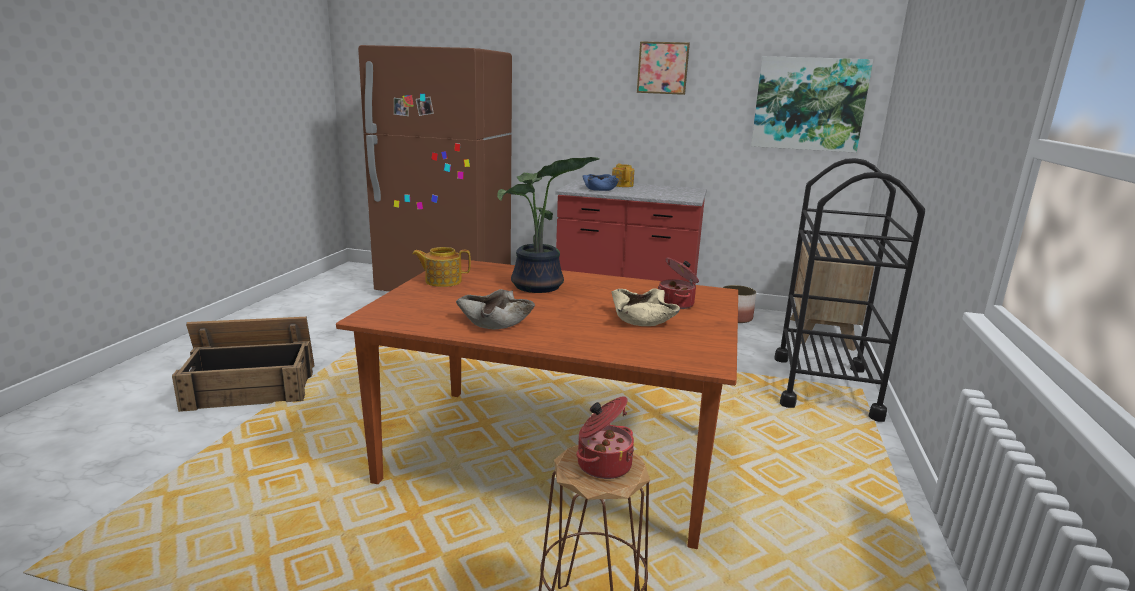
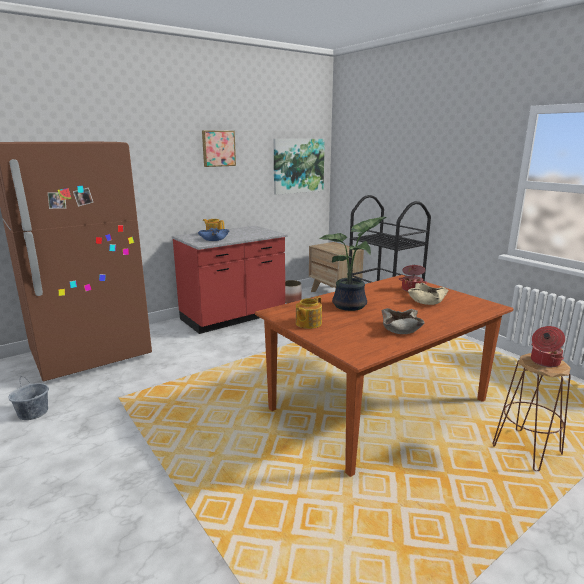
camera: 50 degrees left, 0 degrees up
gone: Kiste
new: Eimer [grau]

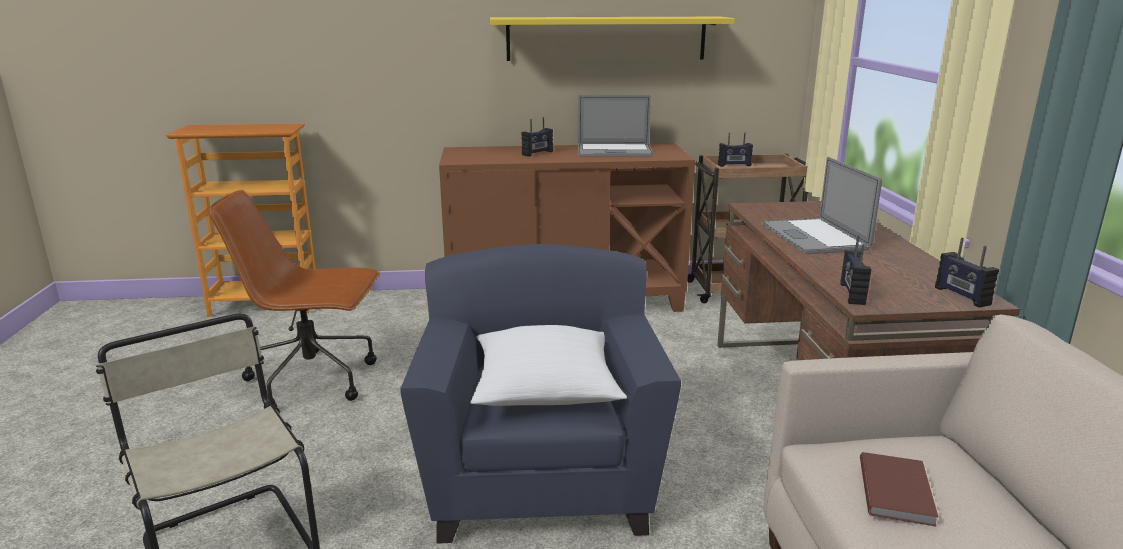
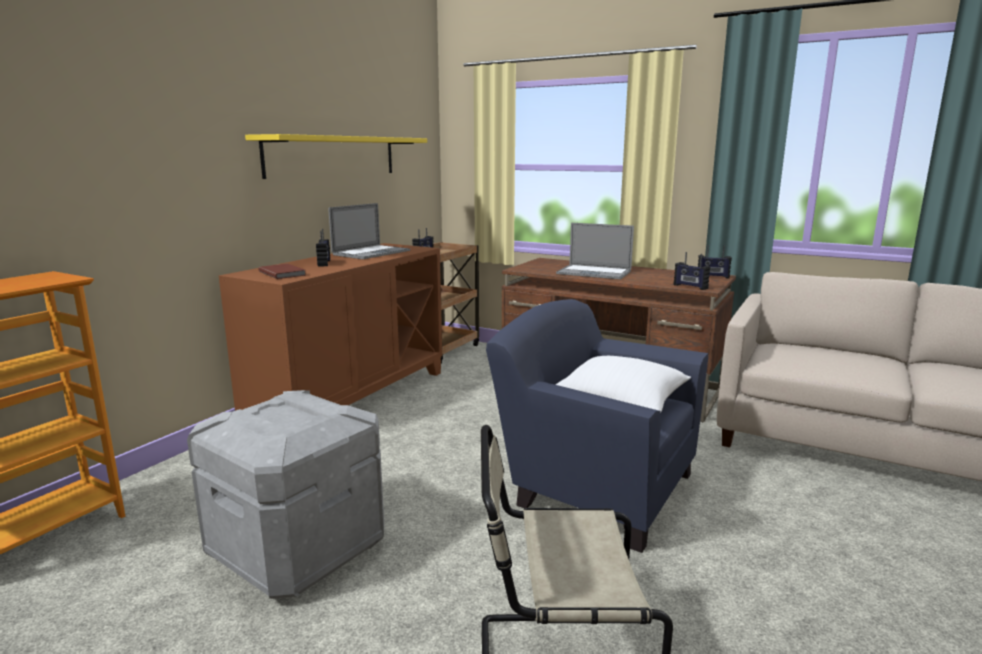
camera: 55 degrees left, 5 degrees down
shifted: Buch [braun]
swapped: Bürostuhl [braun] to Aufbewahrungsbox [grau]

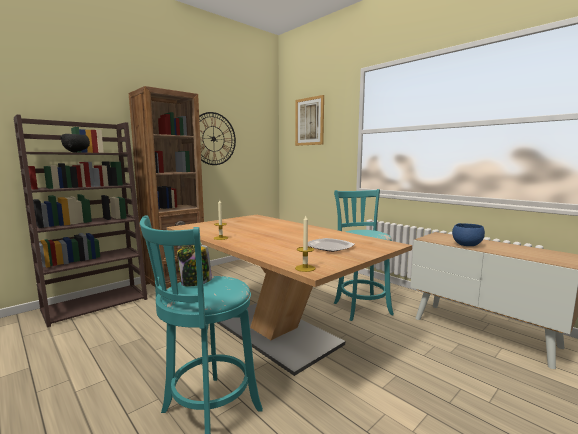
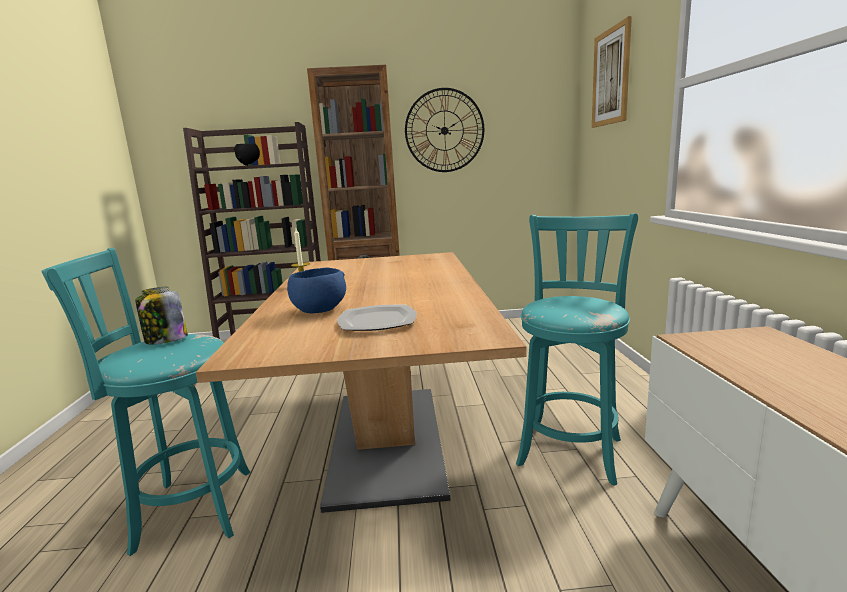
camera: 40 degrees right, 5 degrees up
gone: Kerze (no. 2 from left)
shifted: Schüssel [blau]

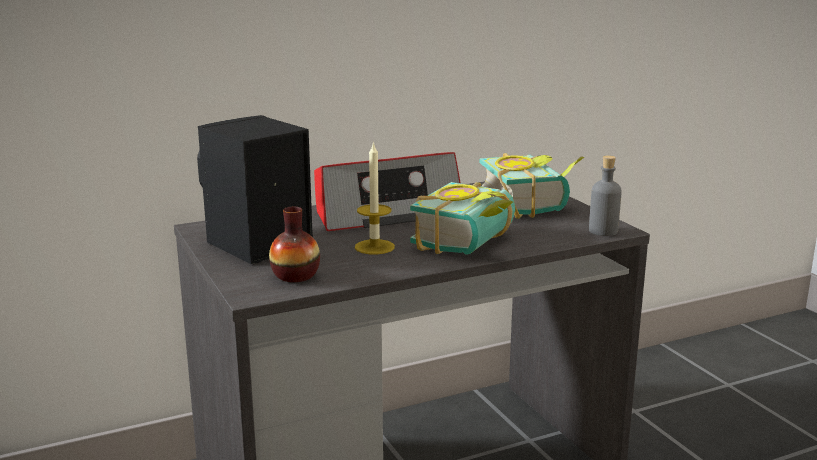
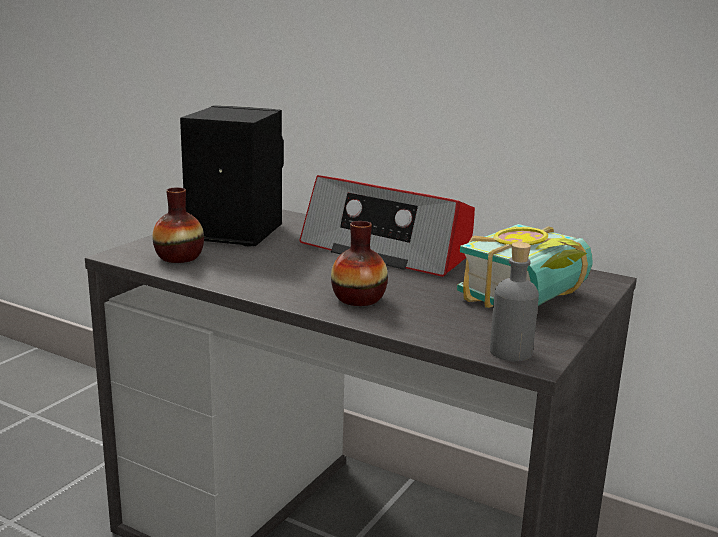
camera: 55 degrees right, 0 degrees up
gone: Kerze
swapped: Buch (no. 1 from left) to Vase (no. 2 from left)

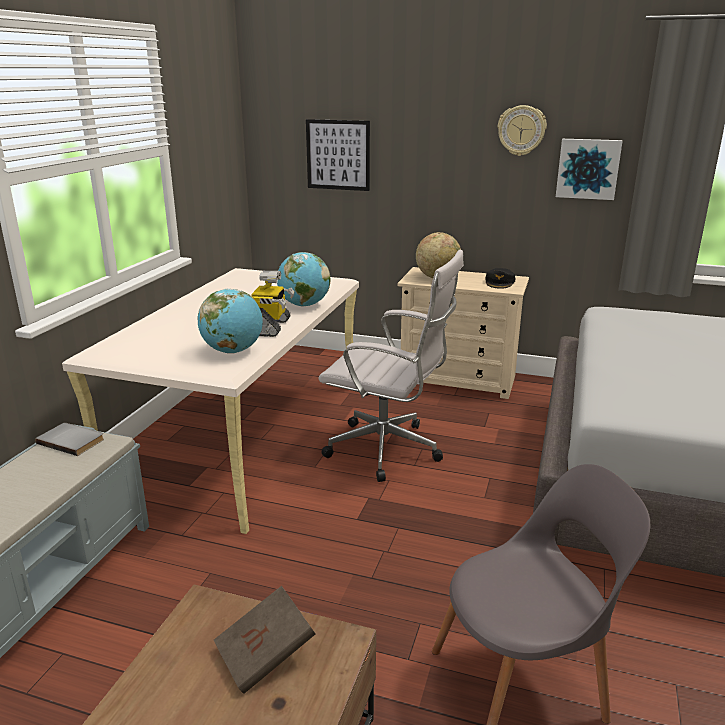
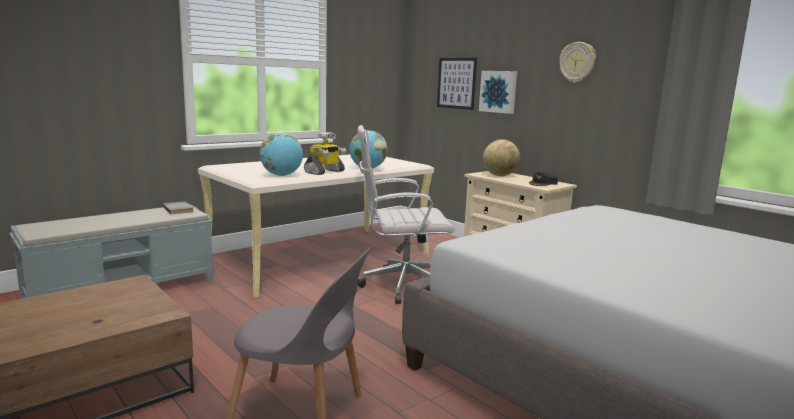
camera: 30 degrees right, 10 degrees down
gone: Buch [braun]
shifted: Bild (no. 2 from left)
rotated: Bürostuhl [weiß] 120 degrees clockwise

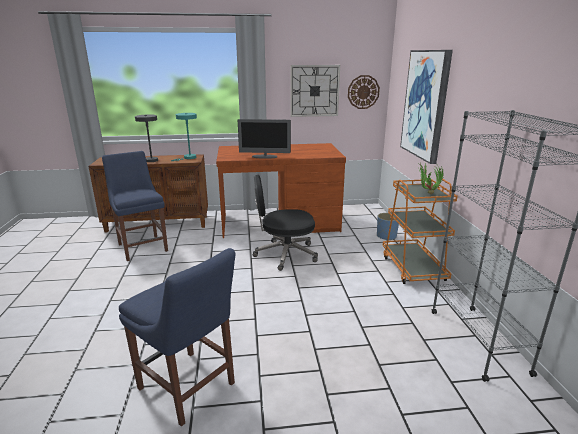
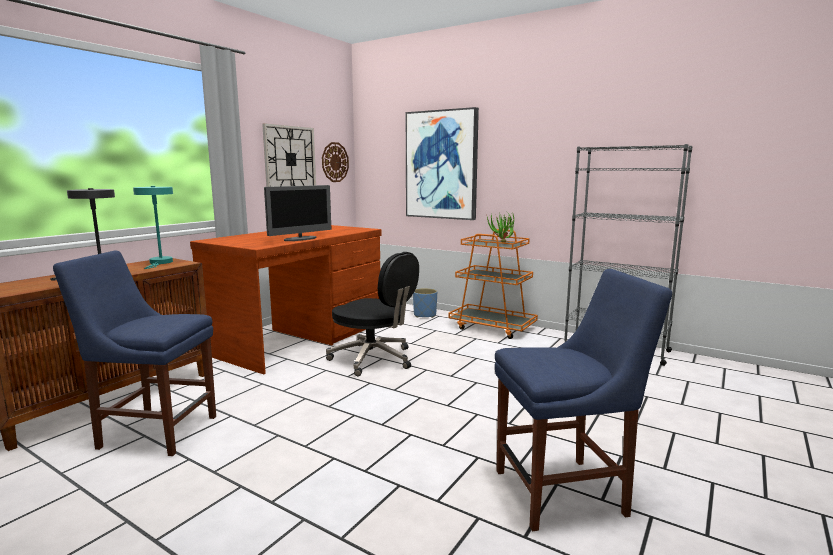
camera: 50 degrees left, 10 degrees down
rotated: Bürostuhl [schwarz] 90 degrees counterclockwise

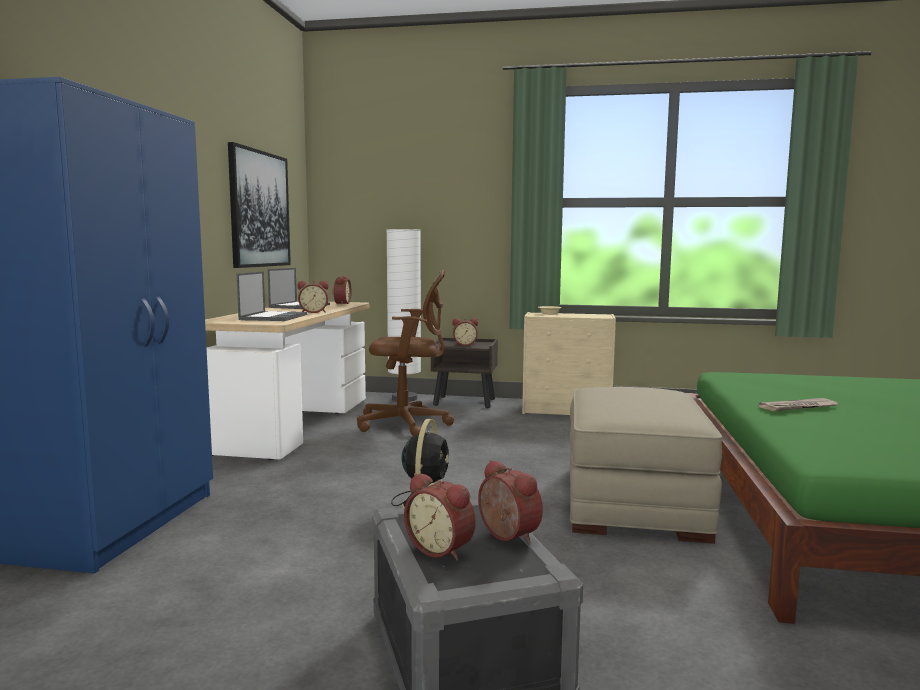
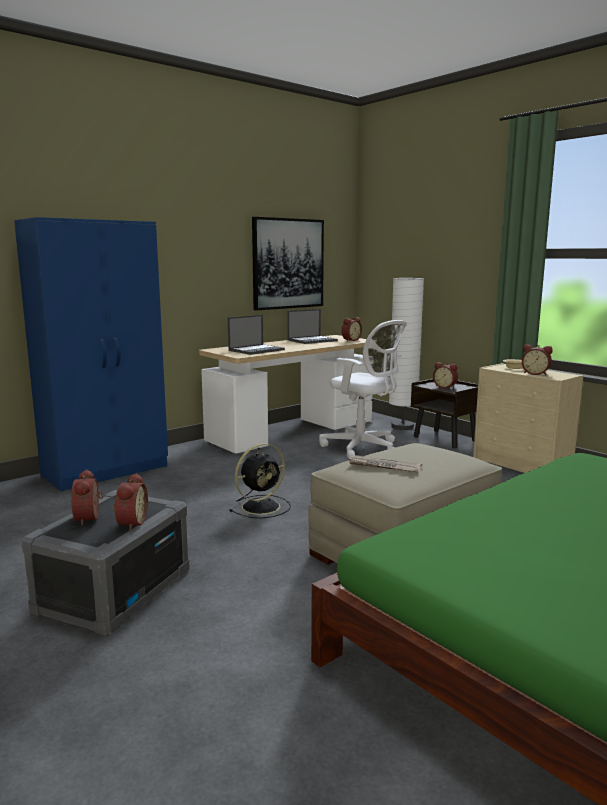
camera: 40 degrees right, 5 degrees up
shifted: Wecker (no. 1 from left in the first image) to Wecker (no. 5 from left); Zeitung
repainted: Bürostuhl [braun] to Bürostuhl [weiß]

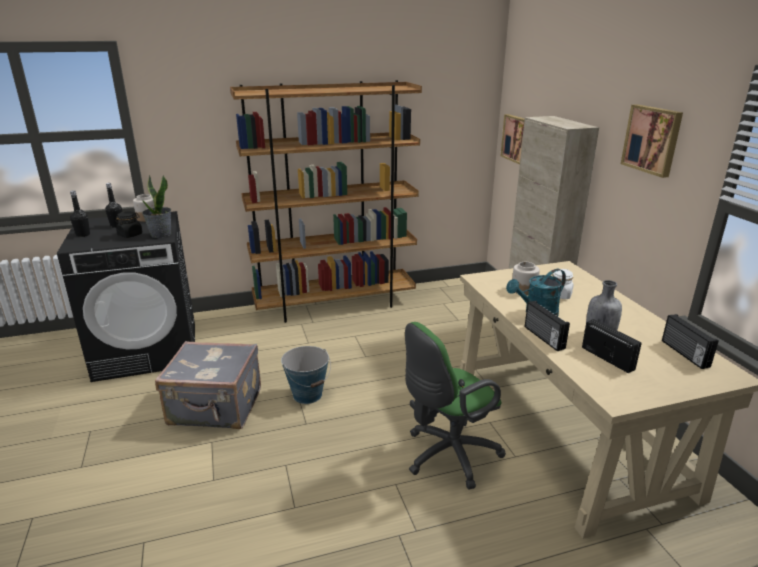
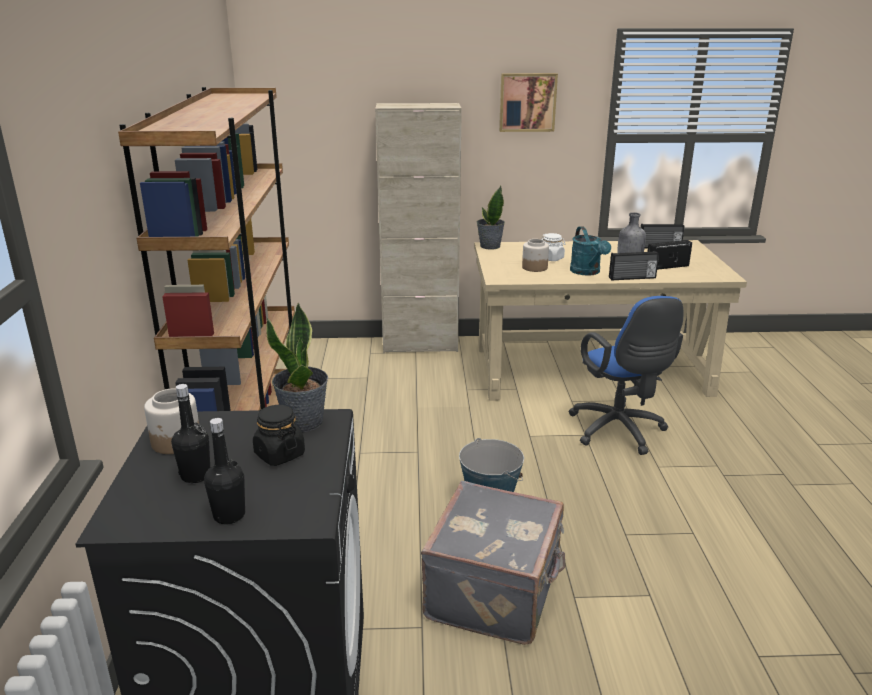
camera: 75 degrees left, 0 degrees up
gone: Bild (no. 1 from left)
new: Topfpflanze (no. 2 from left)
repainted: Bürostuhl [grün] to Bürostuhl [blau]

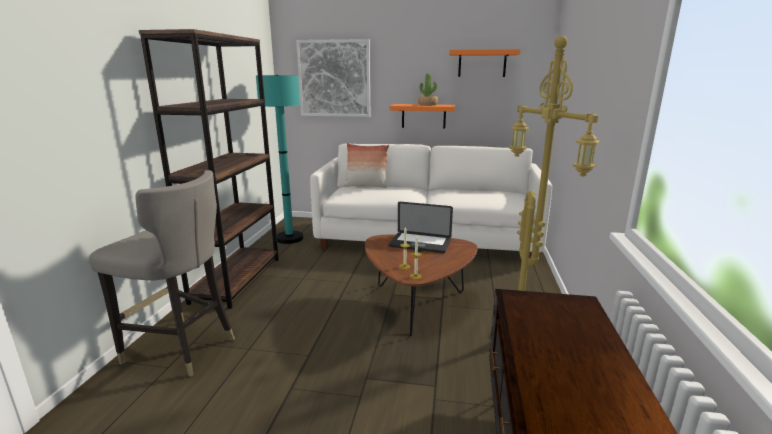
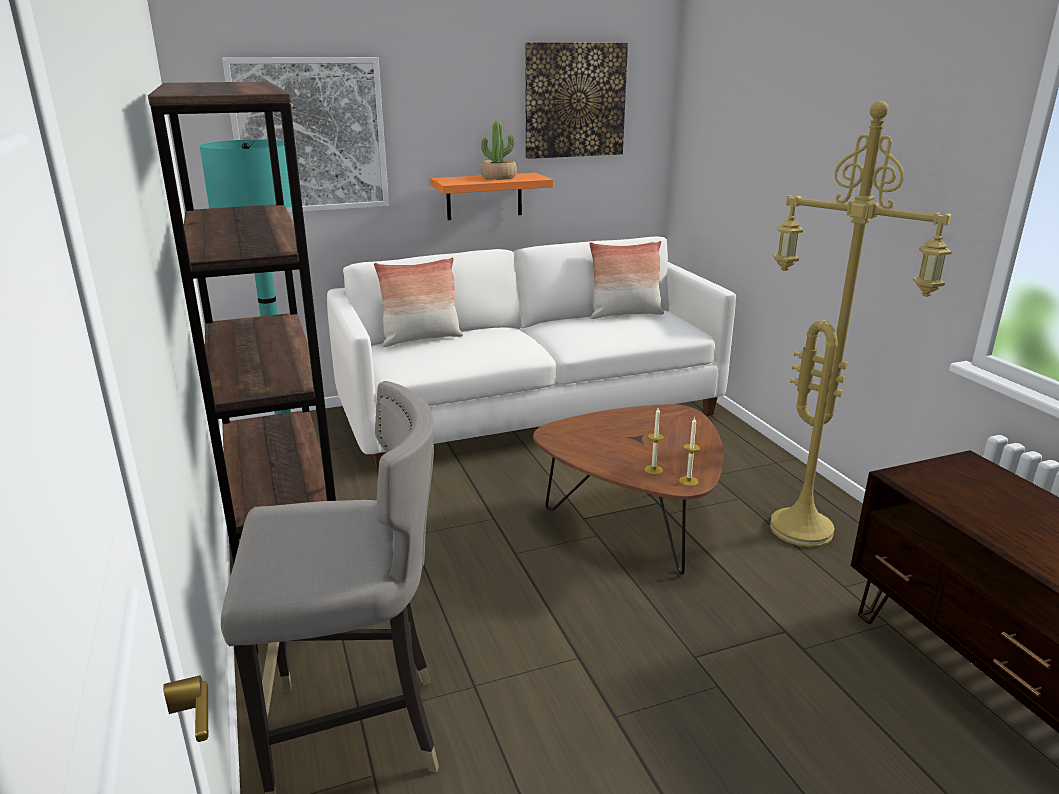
camera: 30 degrees left, 5 degrees up
gone: Laptop
new: Kissen (no. 2 from left)
swapped: Wandregal [orange] (no. 2 from left) to Bild (no. 2 from left)

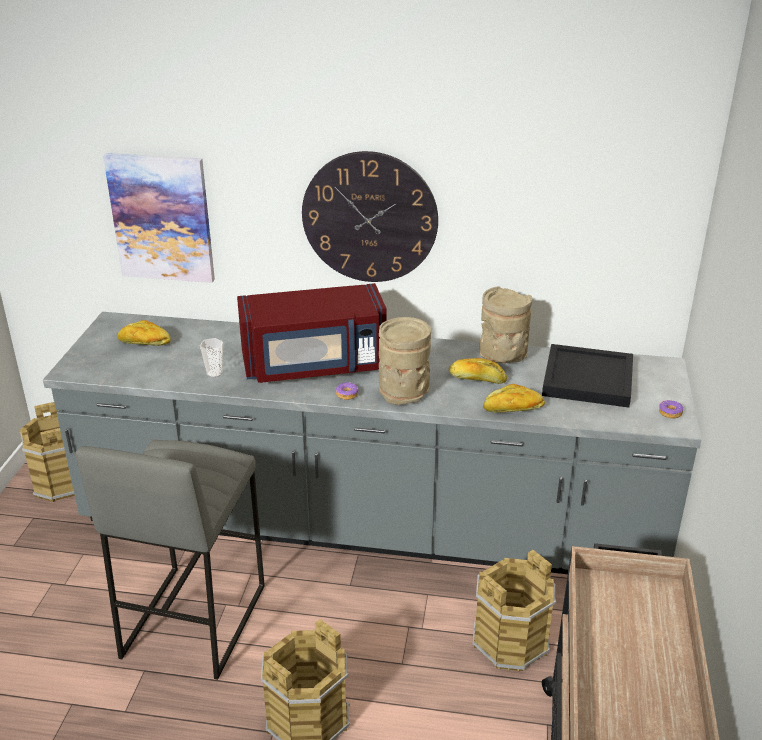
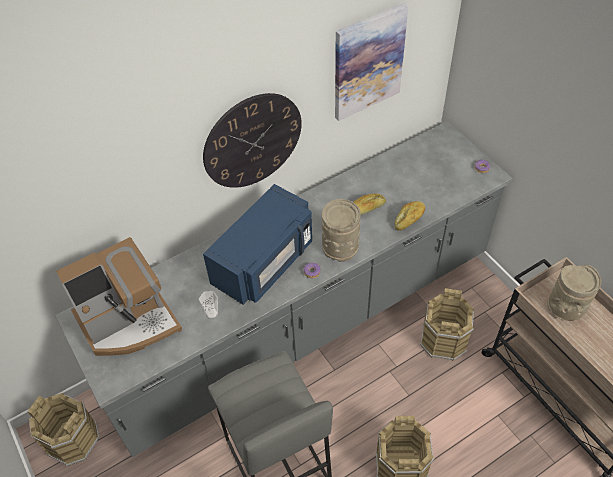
camera: 40 degrees left, 20 degrees up
gone: Tablett [schwarz]
shifted: Bild; Vase [beige] (no. 2 from left)
swapped: Brot (no. 1 from left) to Kaffeemaschine
repainted: Mikrowelle [rot] to Mikrowelle [blau]

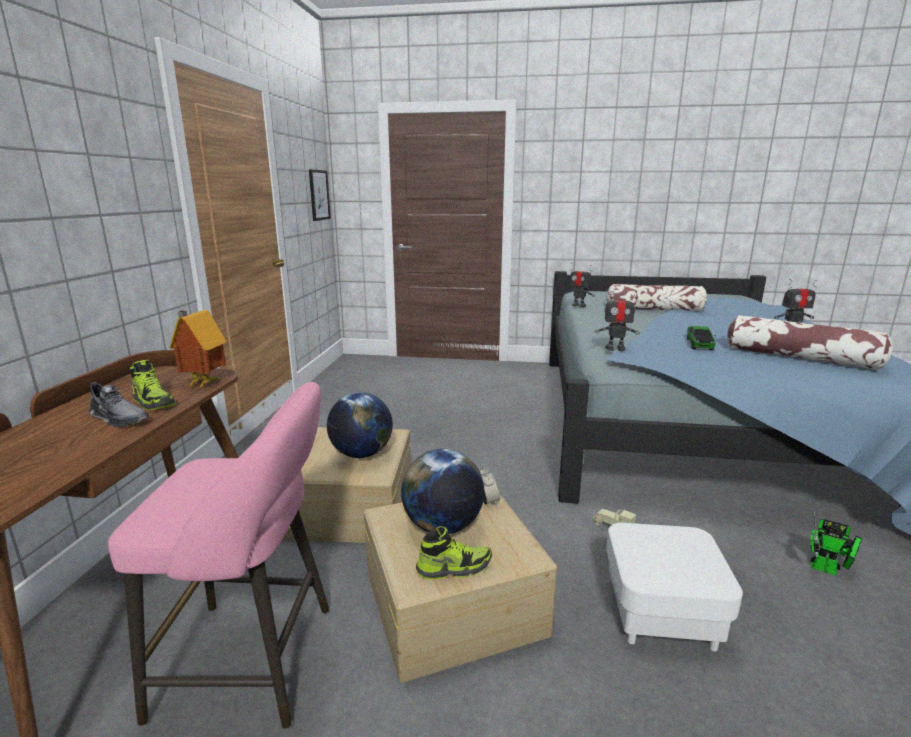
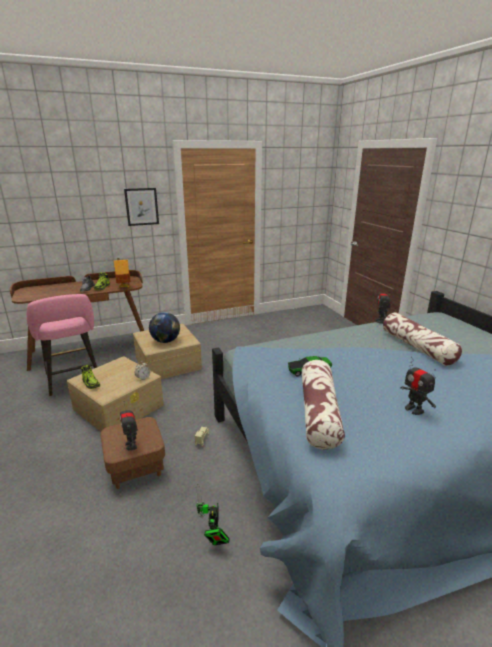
camera: 60 degrees right, 5 degrees up
gone: Globus (no. 2 from left)
shifted: Bild; Spielzeugroboter (no. 2 from left in the first image) to Spielzeugroboter (no. 1 from left)
repainted: Polsterhocker [weiß] to Polsterhocker [braun]

